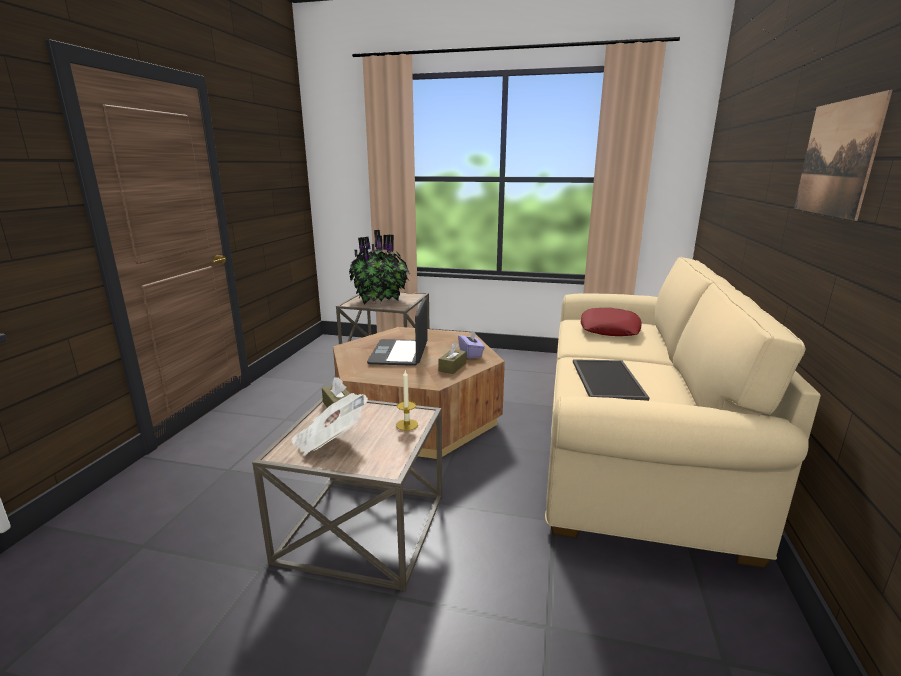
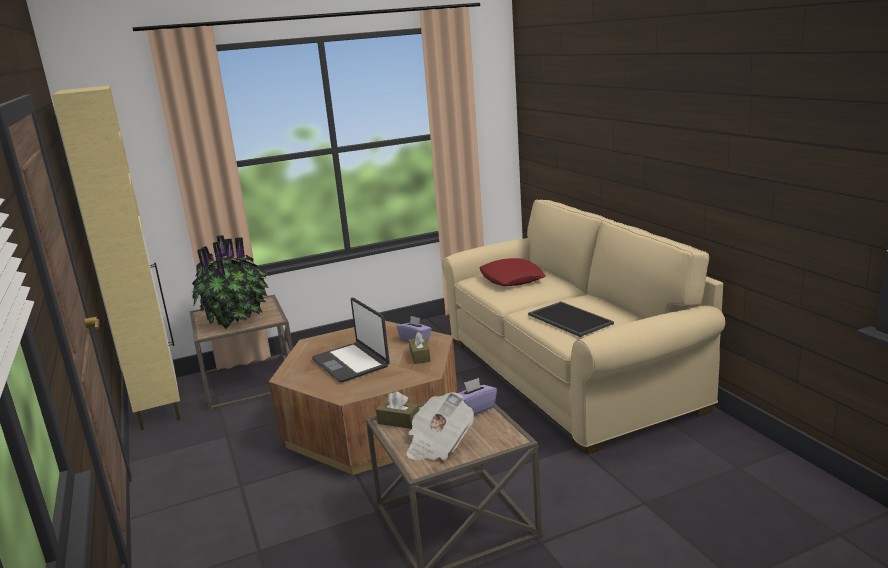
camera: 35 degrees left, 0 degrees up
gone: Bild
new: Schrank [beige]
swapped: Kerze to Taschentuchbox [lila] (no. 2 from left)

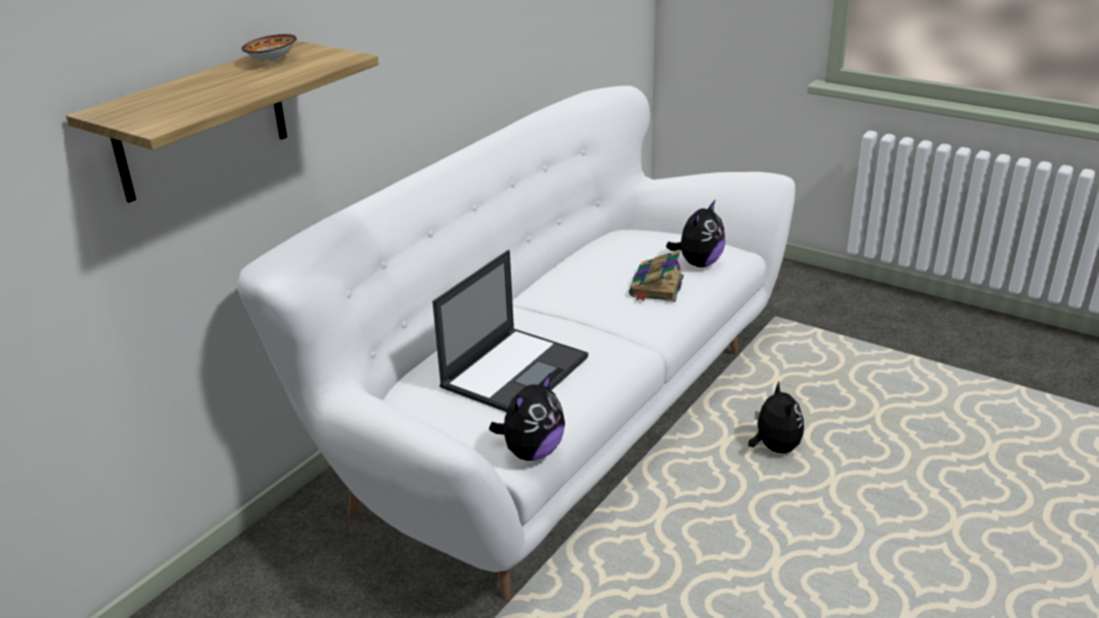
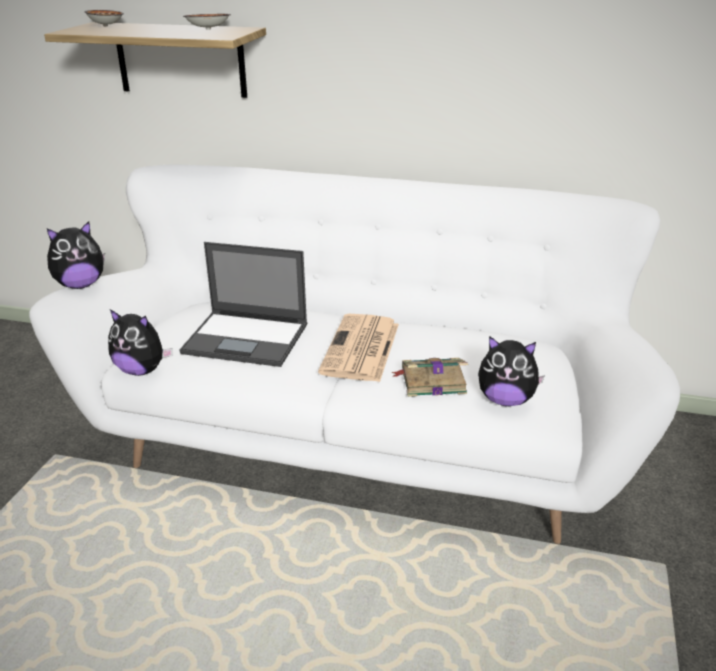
camera: 70 degrees right, 0 degrees up
new: Schüssel (no. 1 from left); Zeitung
shifted: Plüschtier (no. 3 from left in the first image) to Plüschtier (no. 1 from left)

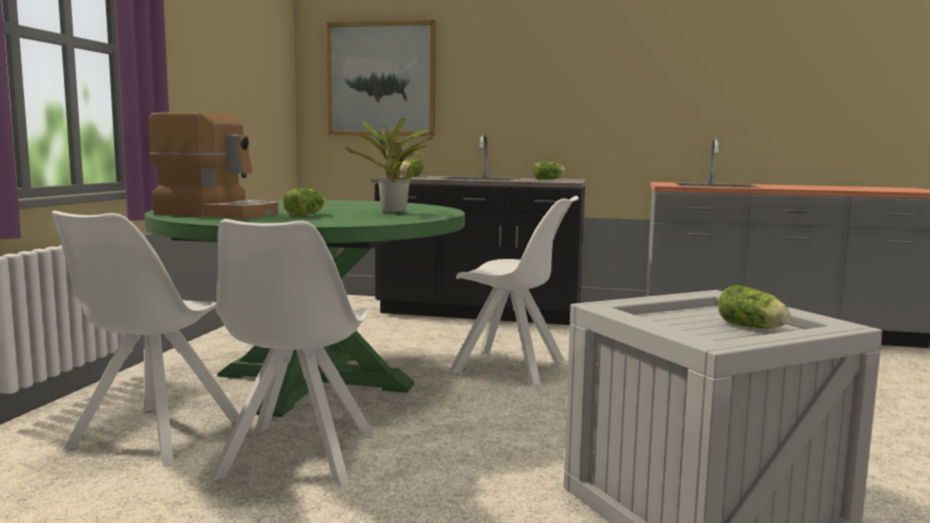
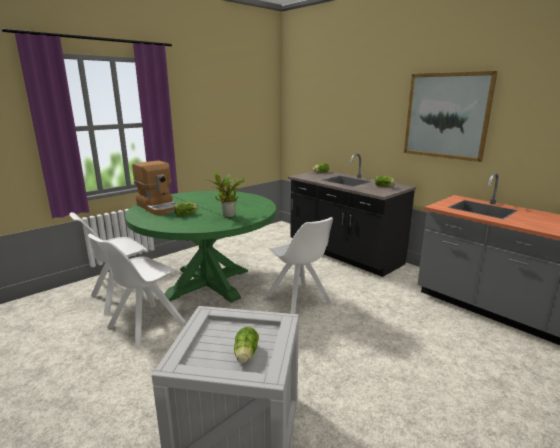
camera: 35 degrees right, 10 degrees up
shifted: Bild

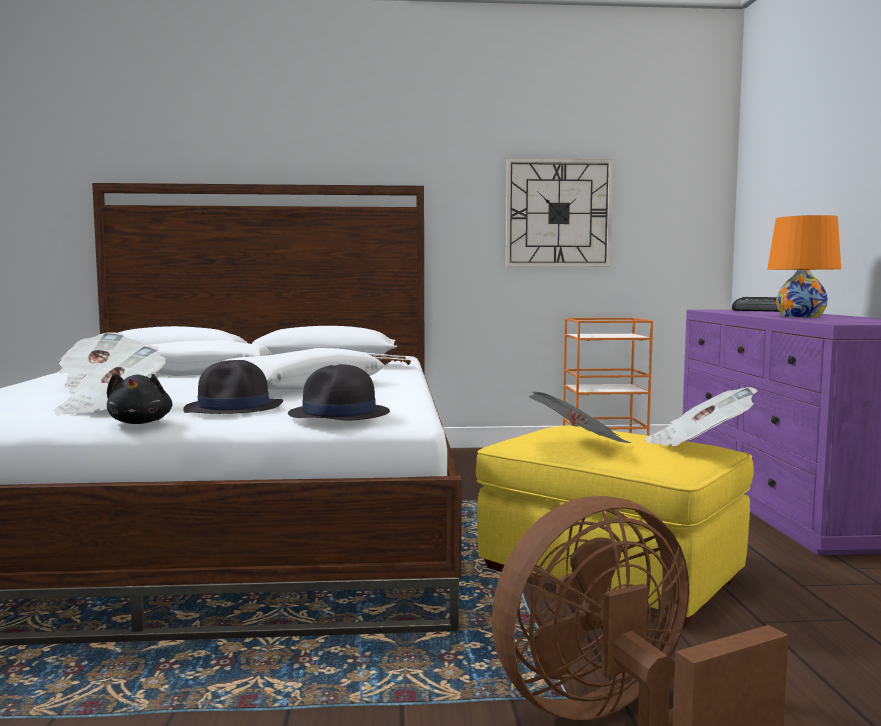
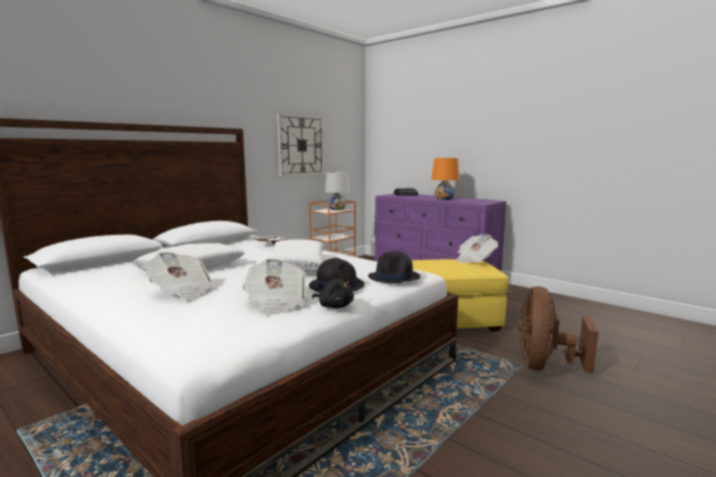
camera: 45 degrees left, 5 degrees up
gone: Zeitung (no. 3 from left)
new: Tischlampe [weiß]

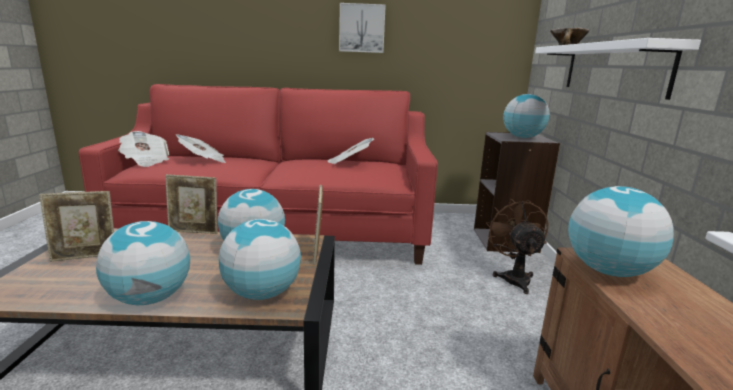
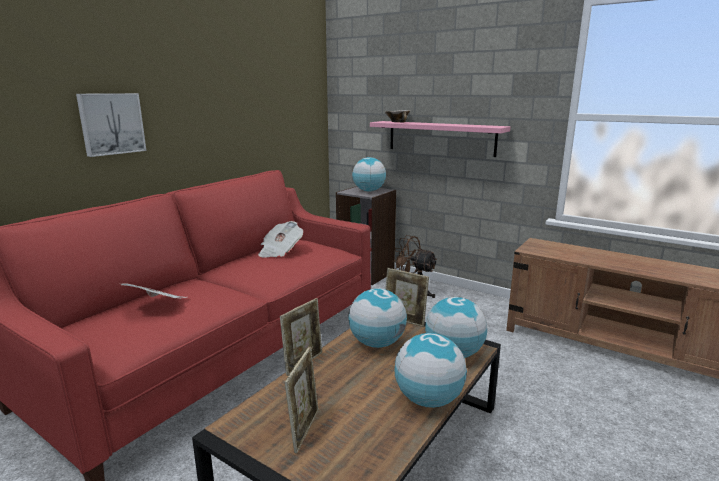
camera: 55 degrees left, 0 degrees up
gone: Zeitung (no. 1 from left); Globus (no. 5 from left)
shifted: Bild
repainted: Wandregal [weiß] to Wandregal [rosa]

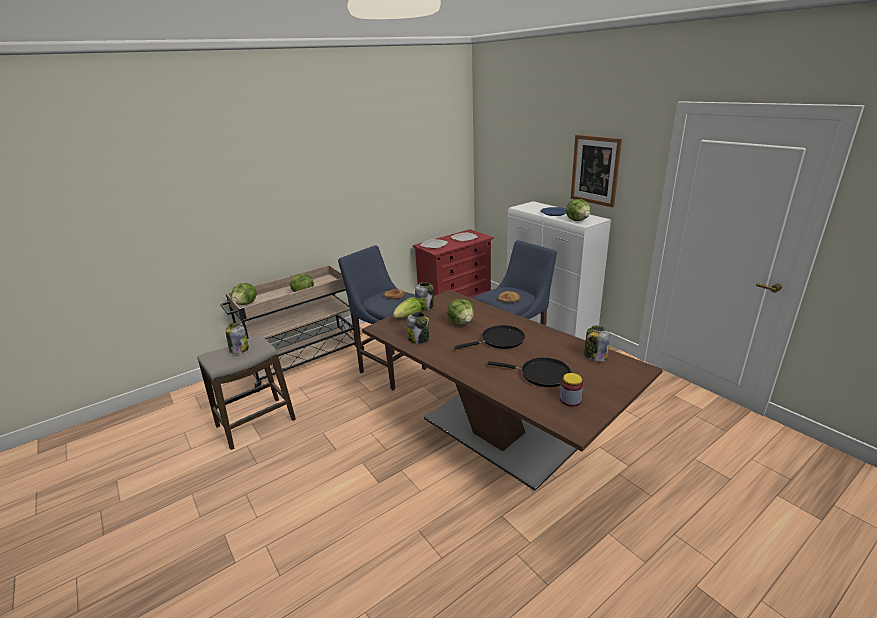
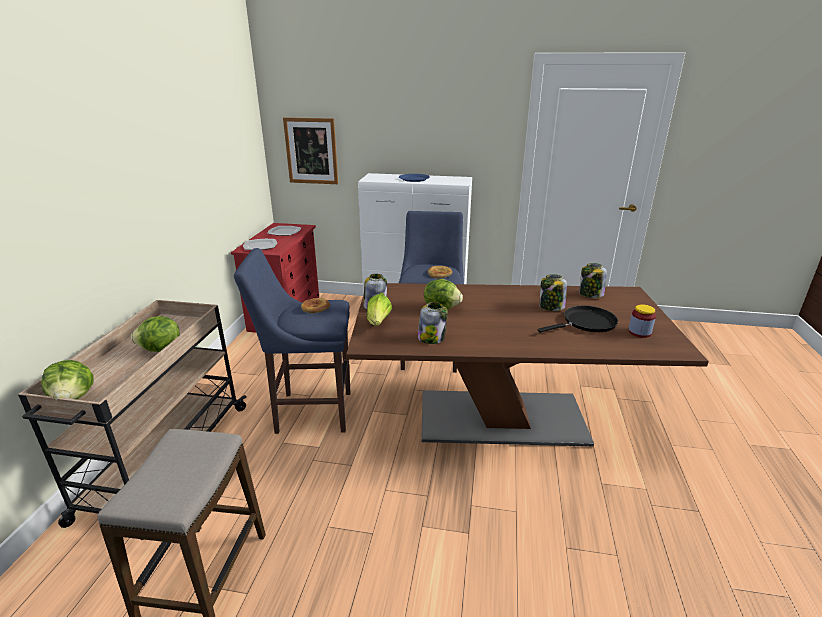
camera: 45 degrees left, 0 degrees up
gone: Salatkopf (no. 5 from left); Pfanne [schwarz] (no. 1 from left)
shifted: Bild; Vorratsglas (no. 1 from left in the first image) to Vorratsglas (no. 3 from left)

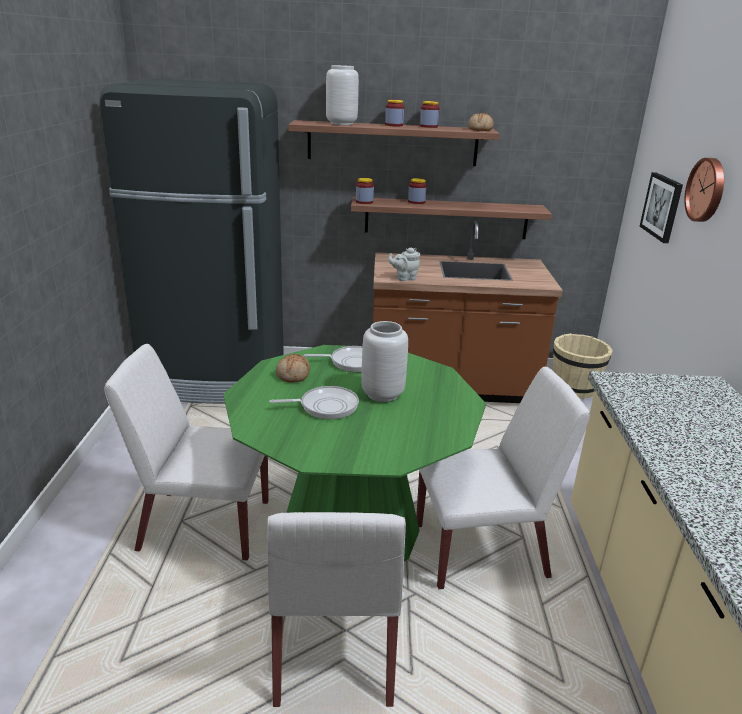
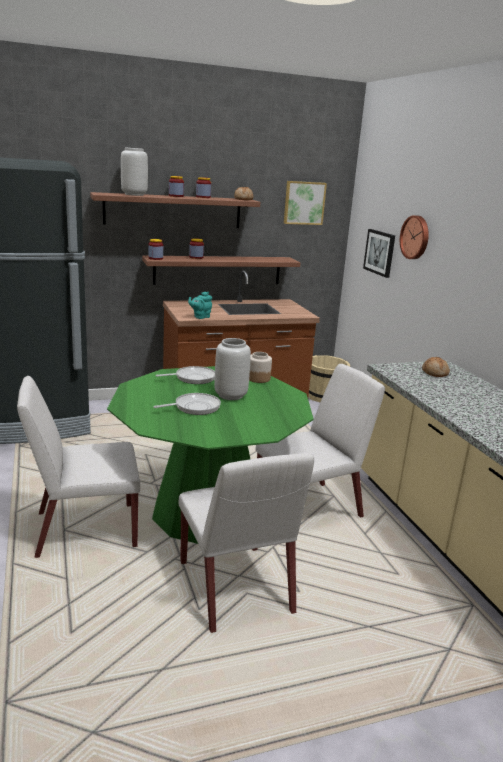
camera: 20 degrees left, 5 degrees down
new: Bild (no. 1 from left); Vorratsglas (no. 5 from left)
shifted: Brot (no. 1 from left in the first image) to Brot (no. 2 from left)
repainted: Teekanne [grau] to Teekanne [türkis]

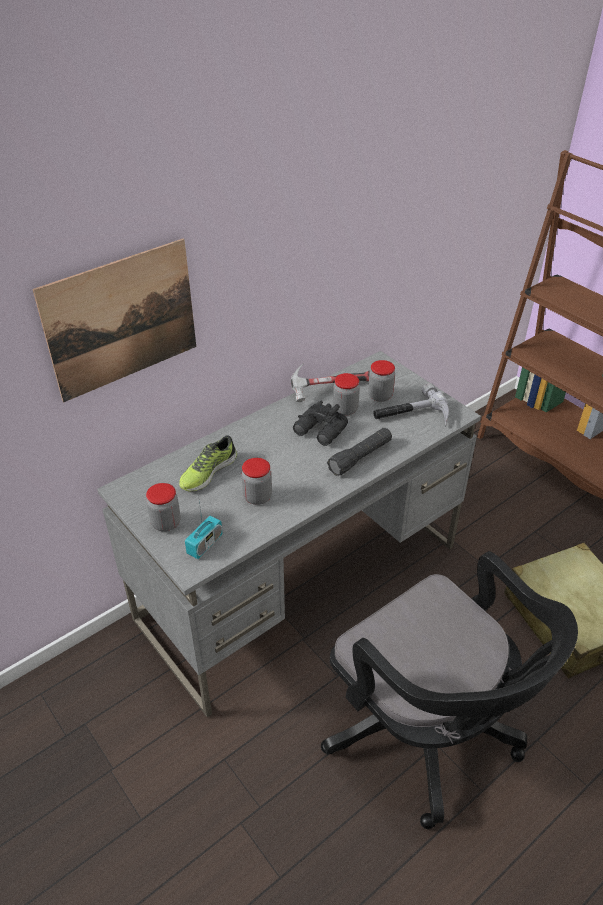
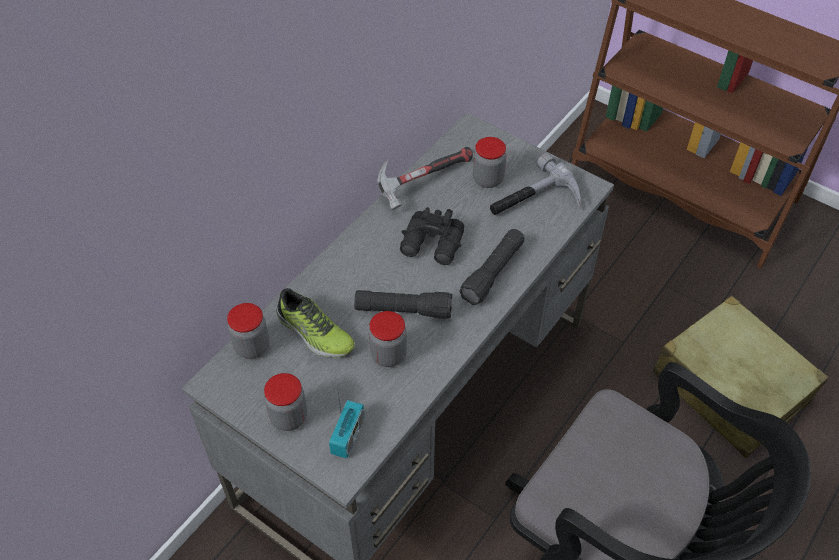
camera: 15 degrees left, 10 degrees up
gone: Bild
new: Taschenlampe [schwarz] (no. 1 from left)
shifted: Vorratsglas (no. 3 from left in the first image) to Vorratsglas (no. 1 from left)
rotated: Schuh 75 degrees counterclockwise

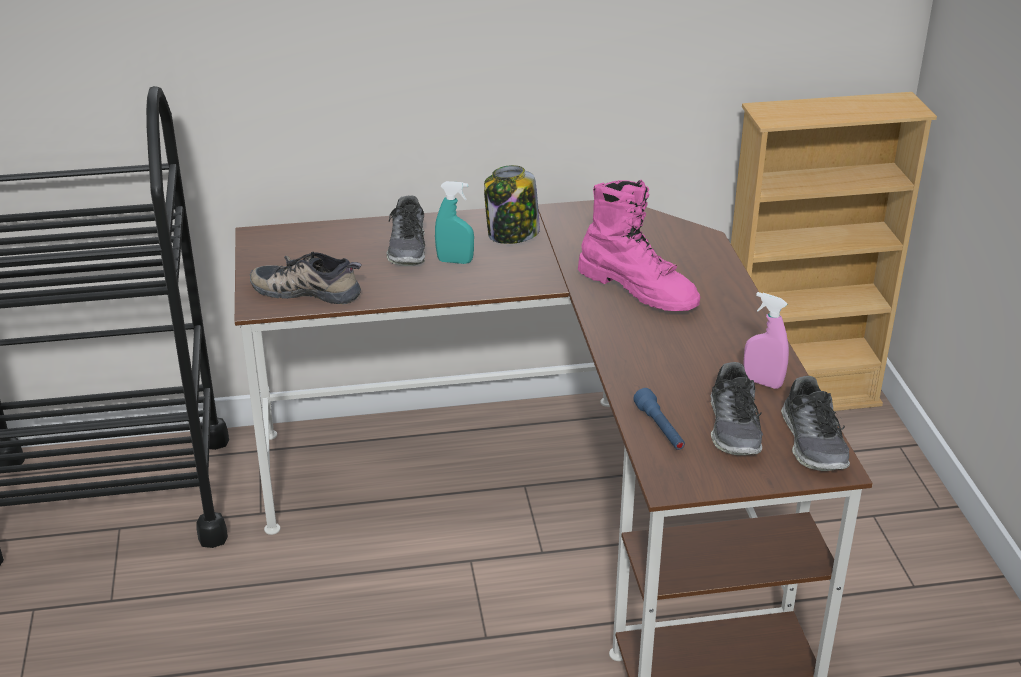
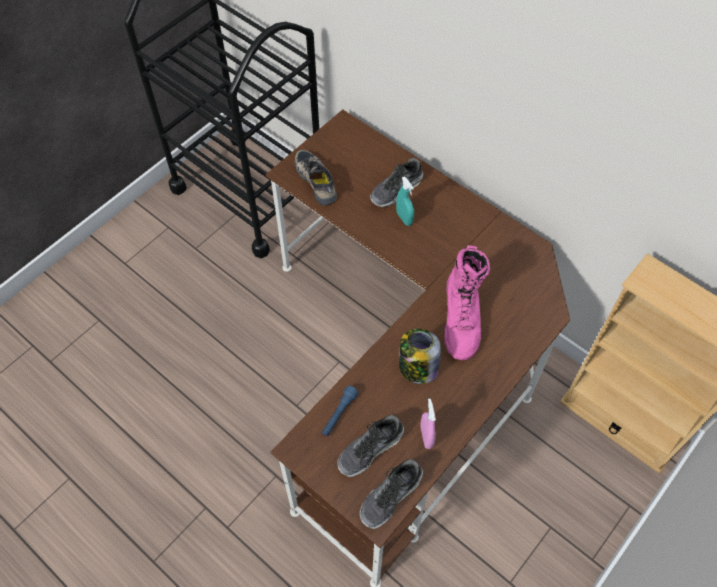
camera: 50 degrees right, 25 degrees up
shifted: Vorratsglas

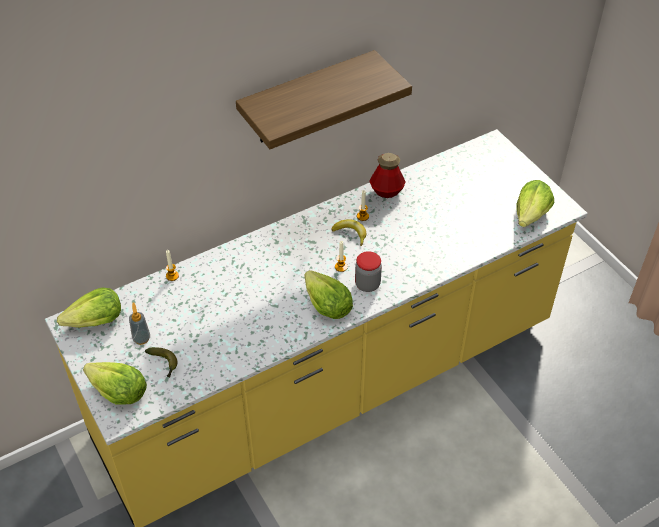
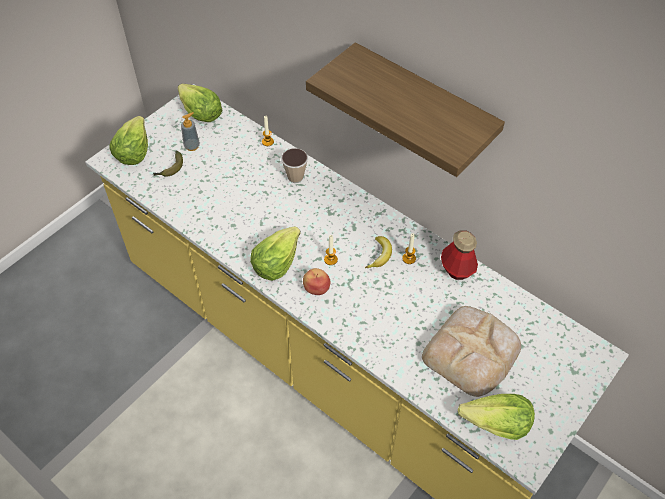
camera: 70 degrees right, 5 degrees up
new: Tasse; Brot
swapped: Vorratsglas to Apfel

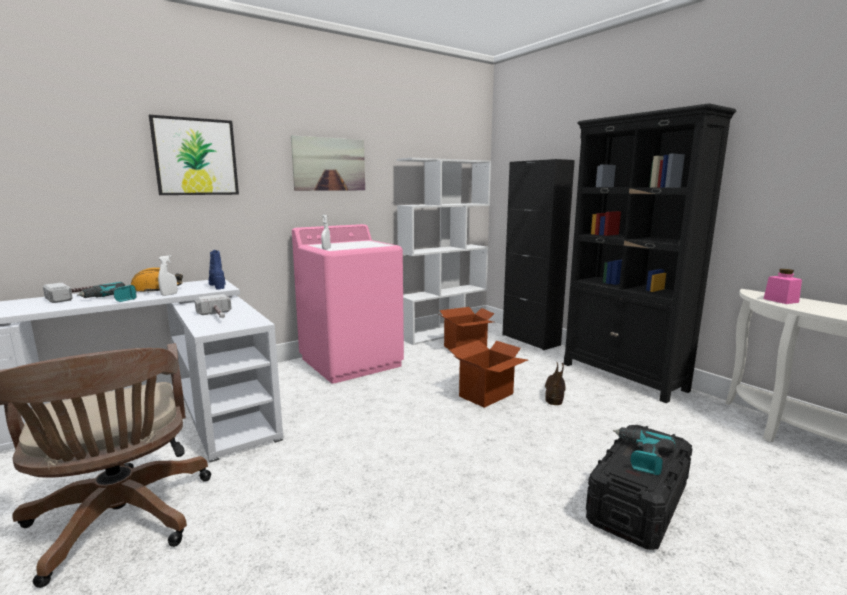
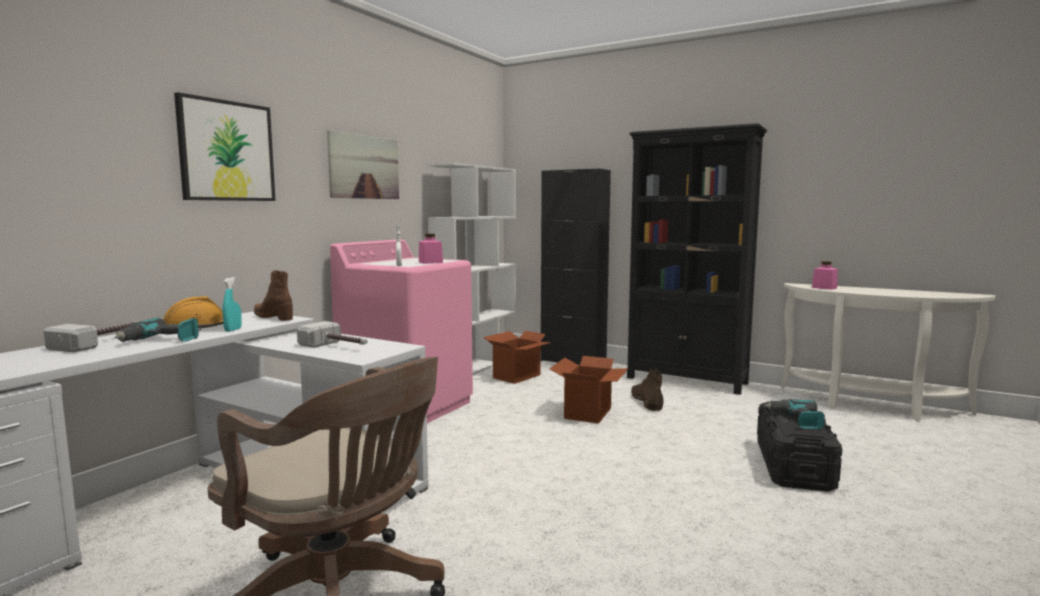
camera: 25 degrees left, 5 degrees down
new: Vorratsglas [rosa] (no. 1 from left)
repainted: Stiefel [blau] to Stiefel [braun] (no. 1 from left); Sprühflasche [weiß] (no. 1 from left) to Sprühflasche [türkis]

